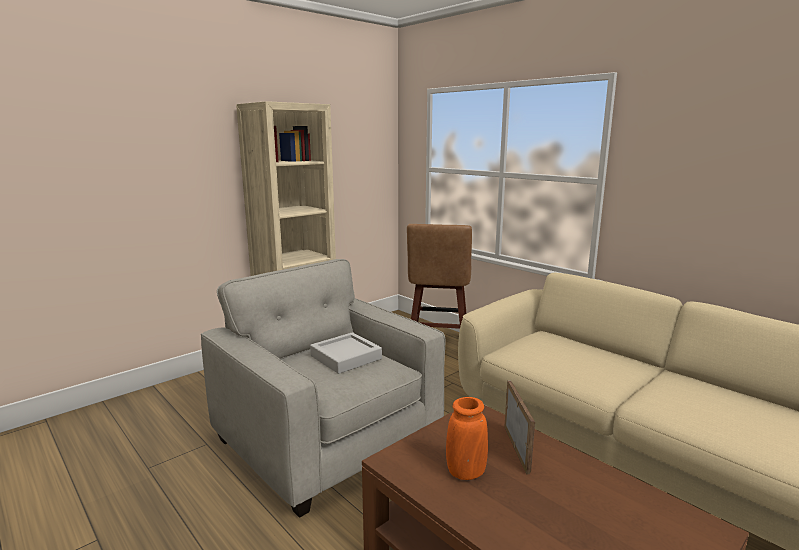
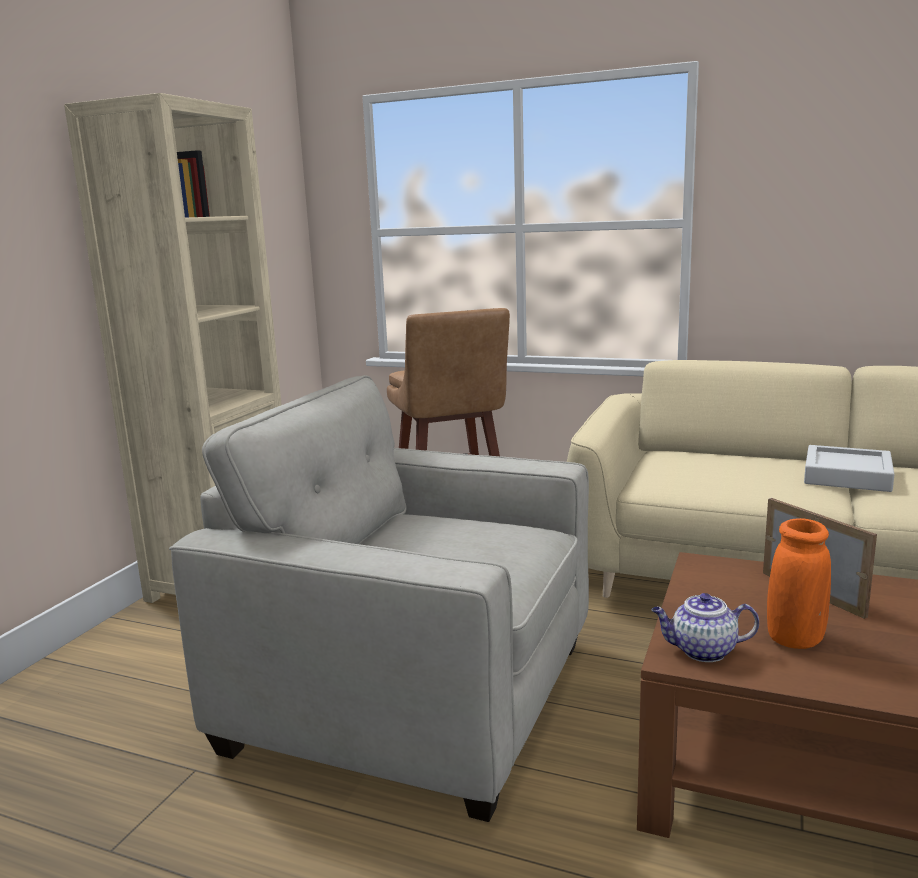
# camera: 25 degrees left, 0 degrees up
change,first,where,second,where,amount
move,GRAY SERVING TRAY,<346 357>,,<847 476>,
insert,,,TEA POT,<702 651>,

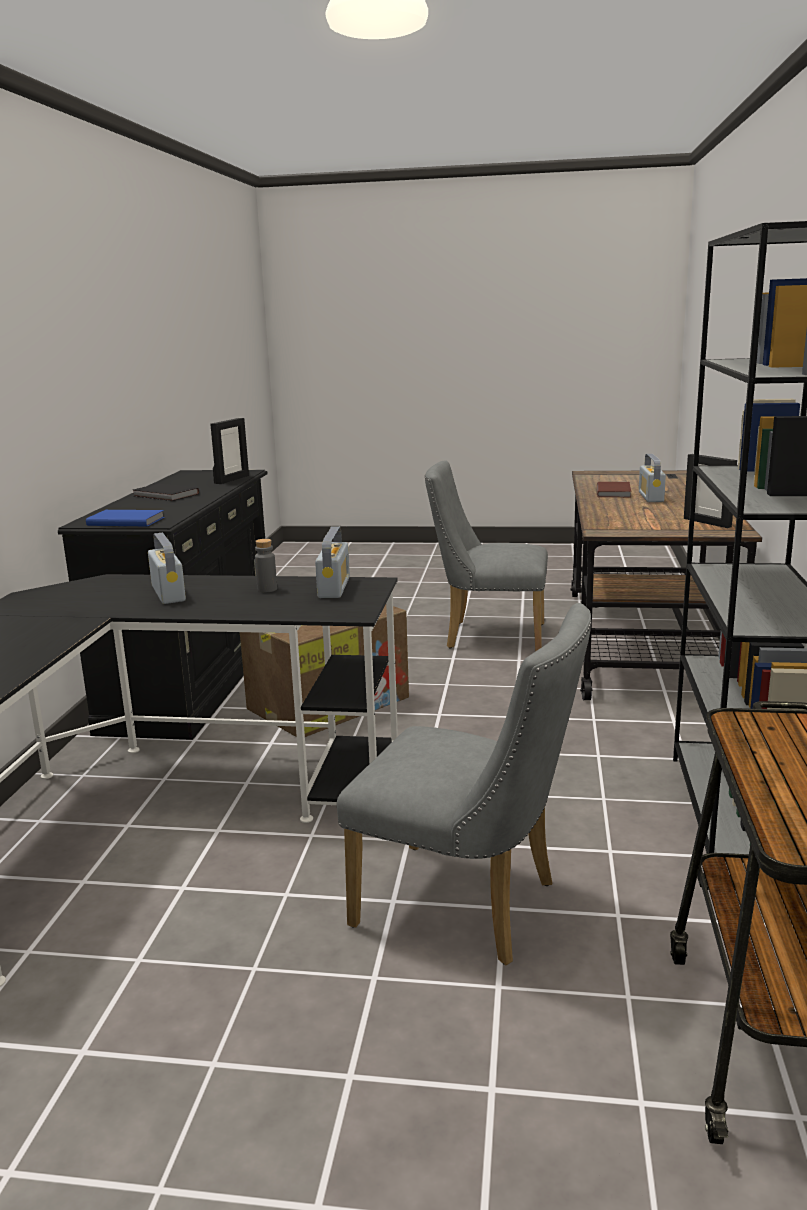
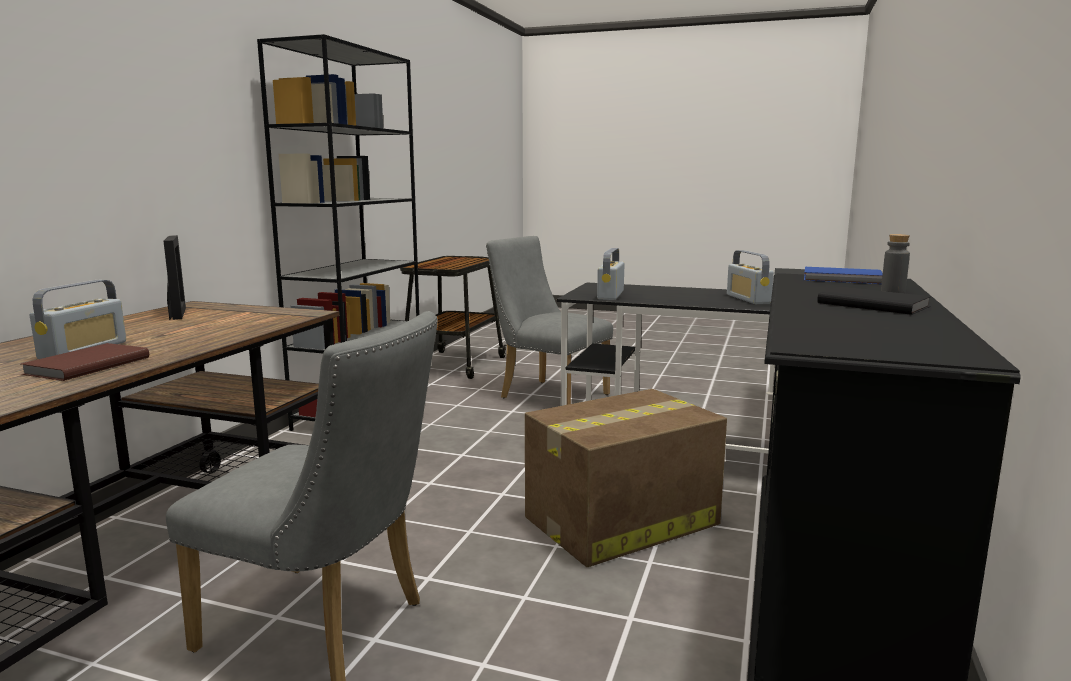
# camera: 170 degrees left, 5 degrees down
change,first,where,second,where,amount
delete,PHOTO FRAME,<232 479>,,,
move,GRAY BEVERAGE BOTTLE,<267 589>,,<892 292>,

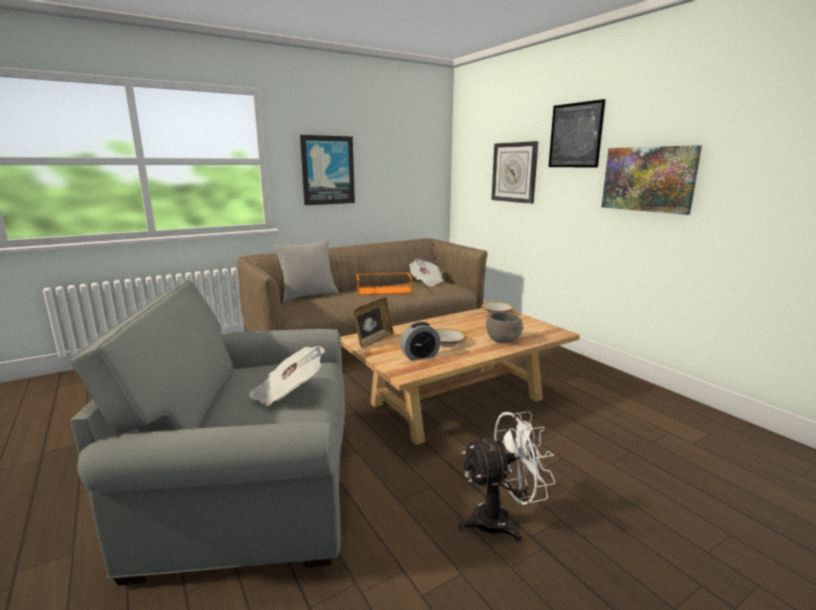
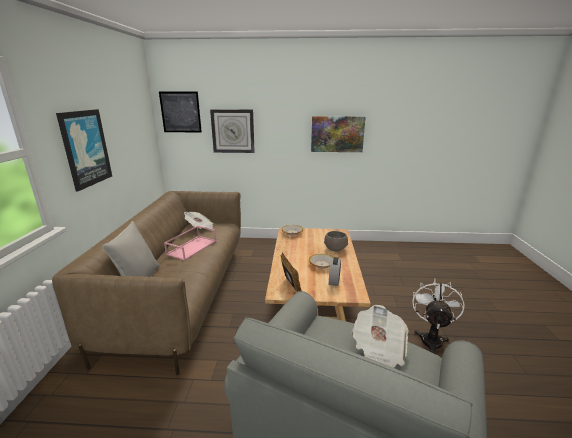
# camera: 55 degrees left, 5 degrees up
change,first,where,second,where,amount
move,PICTURE,<575 135>,,<180 112>,
recolor,ORANGEY SERVING TRAY,<384 290>,PINK SERVING TRAY,<192 247>,

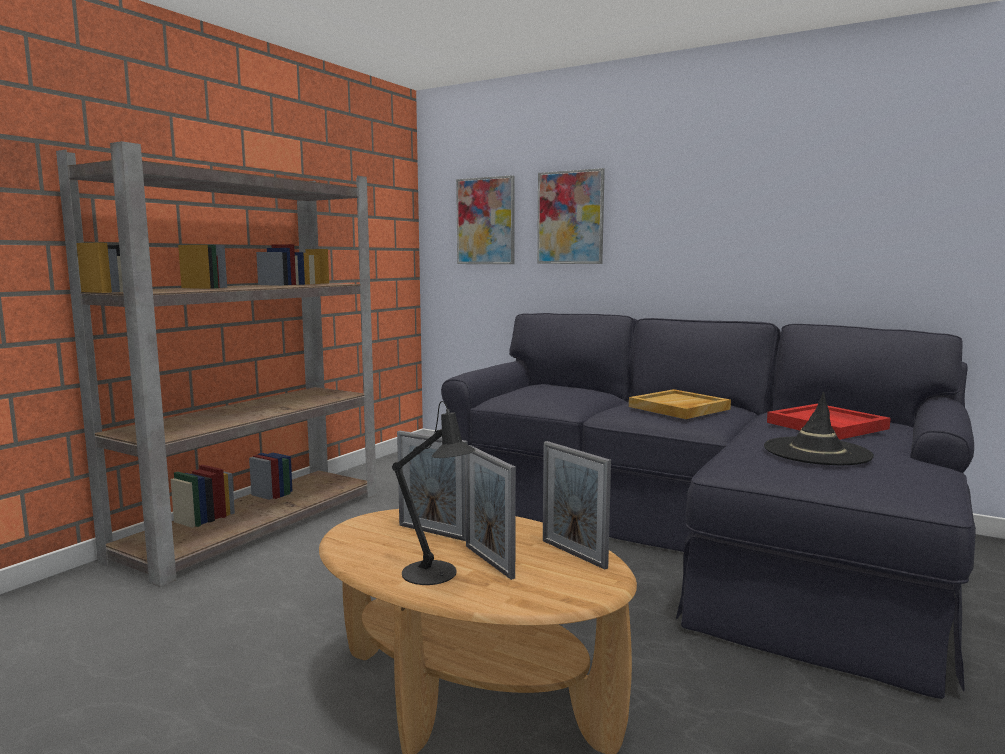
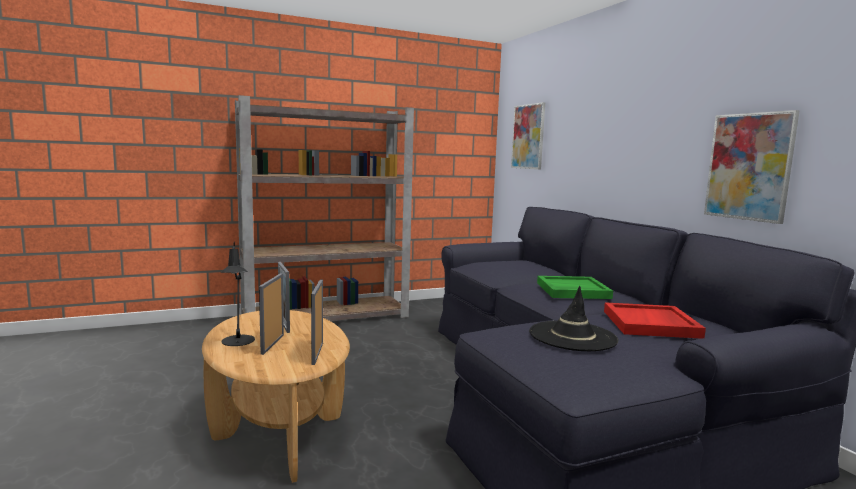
# camera: 35 degrees right, 0 degrees up
change,first,where,second,where,amount
move,PICTURE,<570 217>,,<749 166>,
recolor,SAND-COLOURED SERVING TRAY,<679 408>,GREENISH SERVING TRAY,<572 290>,

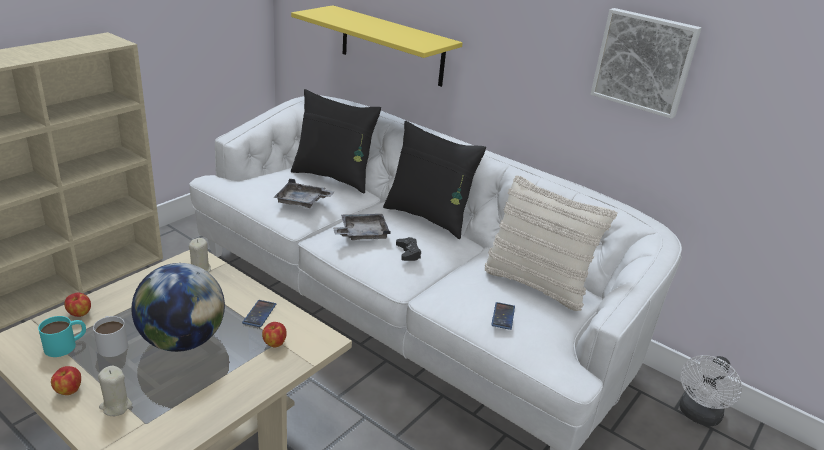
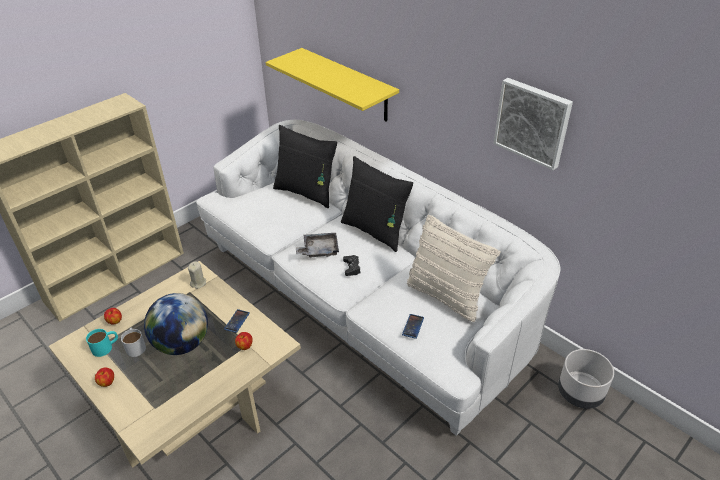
# camera: 10 degrees right, 10 degrees up
change,first,where,second,where,amount
delete,GRAY SERVING TRAY,<302 201>,,,
replace,WHITISH ELECTRIC FAN,<698 415>,GRAY FLOWER POT,<580 393>,
delete,SAND-COLOURED CANDLE,<116 406>,,,

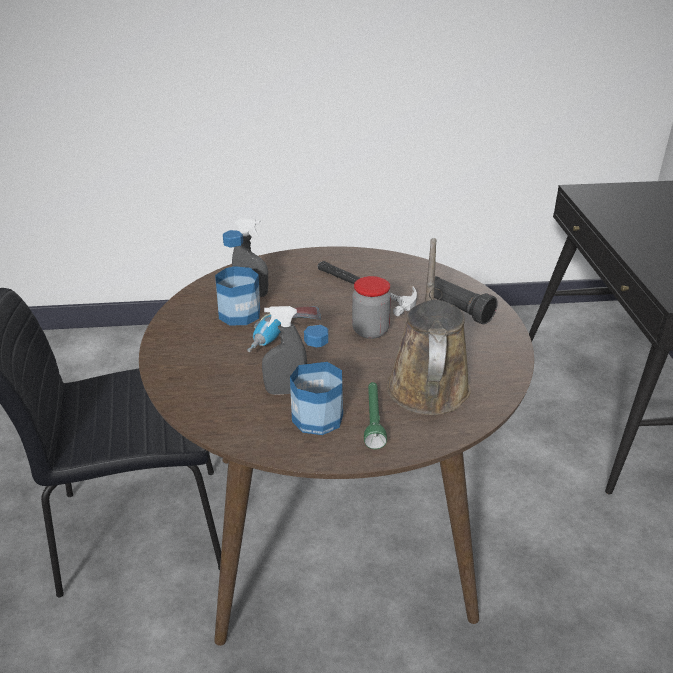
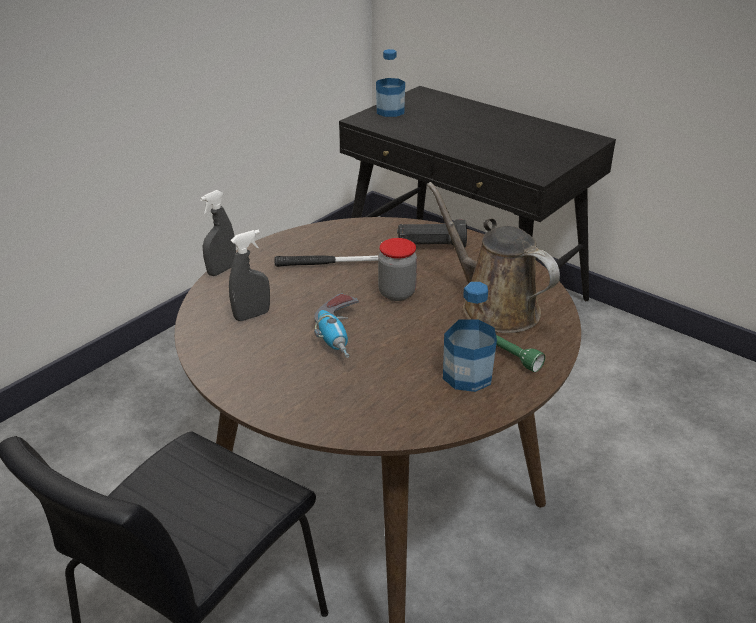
# camera: 45 degrees left, 0 degrees up
change,first,where,second,where,amount
move,BEVERAGE BOTTLE,<239 314>,,<390 111>,
move,GRAY HAND SPRAYER,<286 391>,,<222 270>,

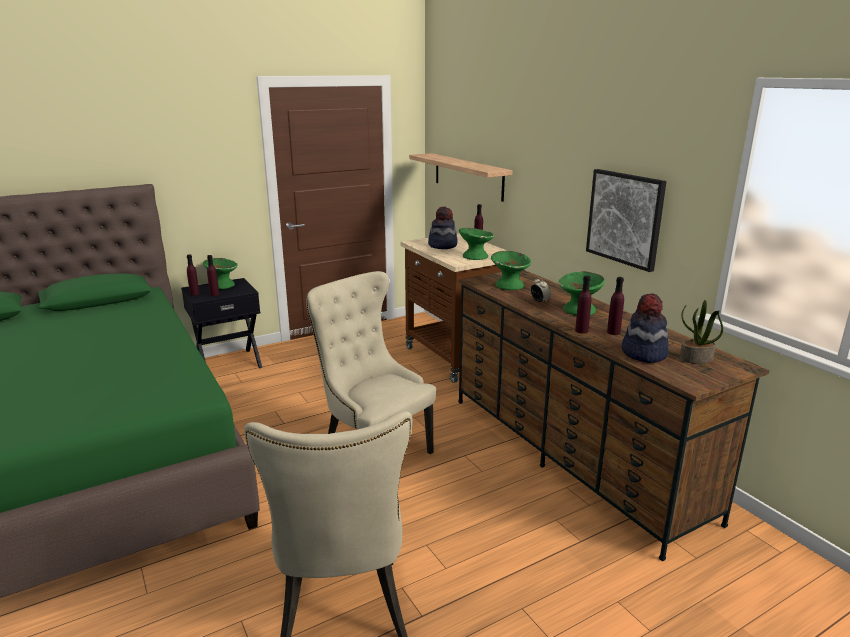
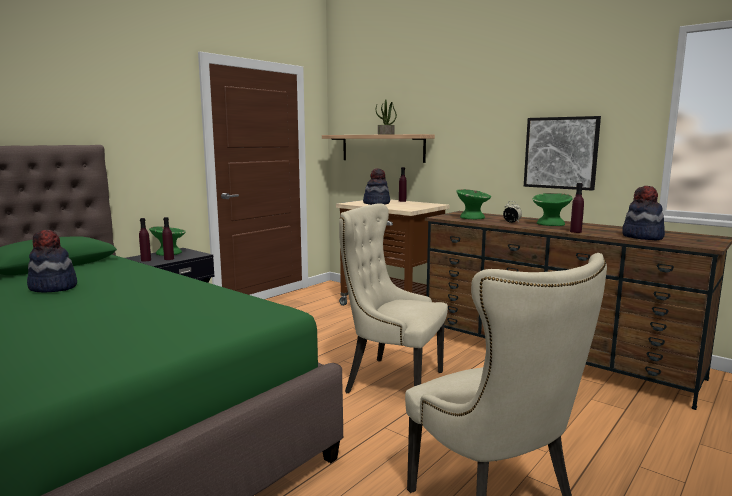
# camera: 20 degrees left, 10 degrees down
change,first,where,second,where,amount
delete,GREENISH BOWL,<475 256>,,,
delete,PURPLE BEVERAGE BOTTLE,<613 332>,,,
move,HOUSEPLANT,<696 359>,,<386 134>,
insert,,,WEARABLE HAT,<53 288>,

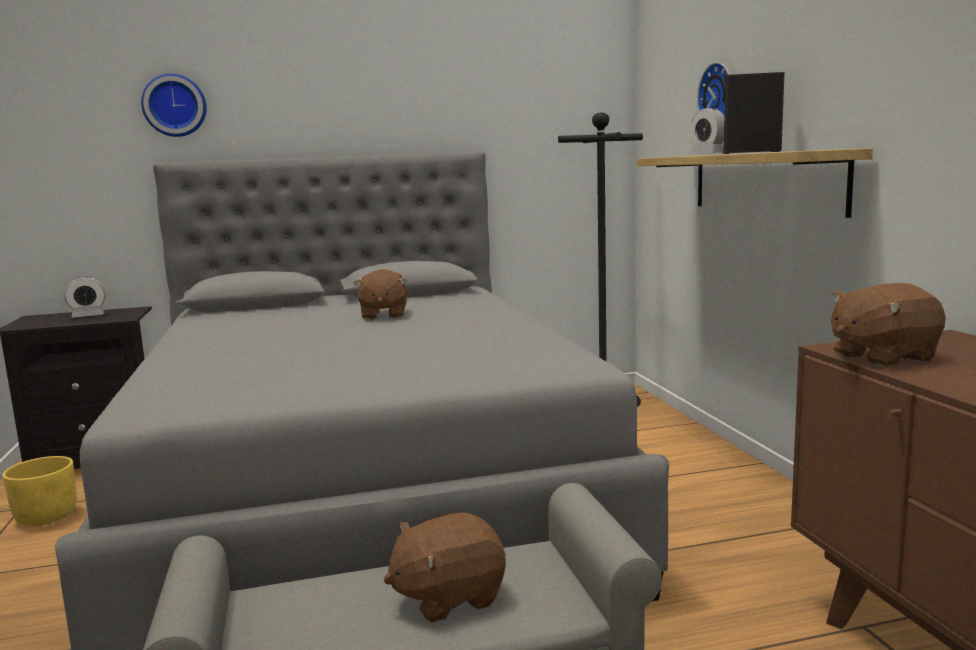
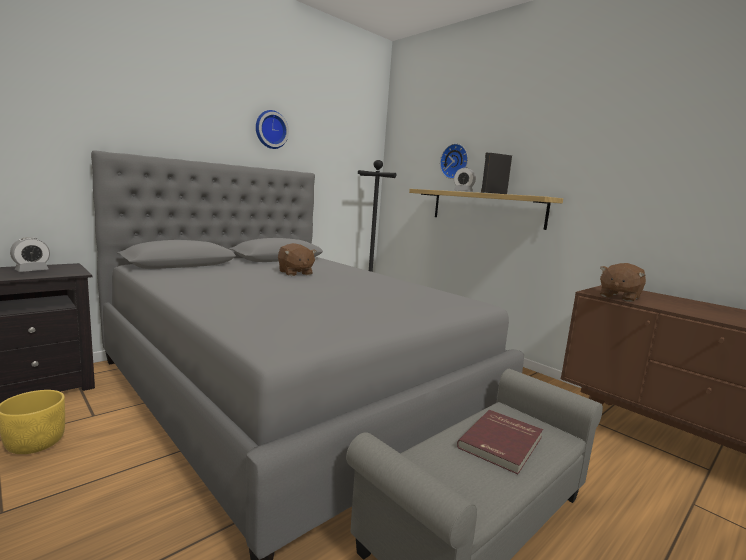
# camera: 30 degrees left, 0 degrees up
change,first,where,second,where,amount
move,HANGING CLOCK,<175 105>,,<270 129>,
replace,BROWN-COLOURED PLUSH TOY,<448 597>,REDDISH VOLUME,<502 443>,

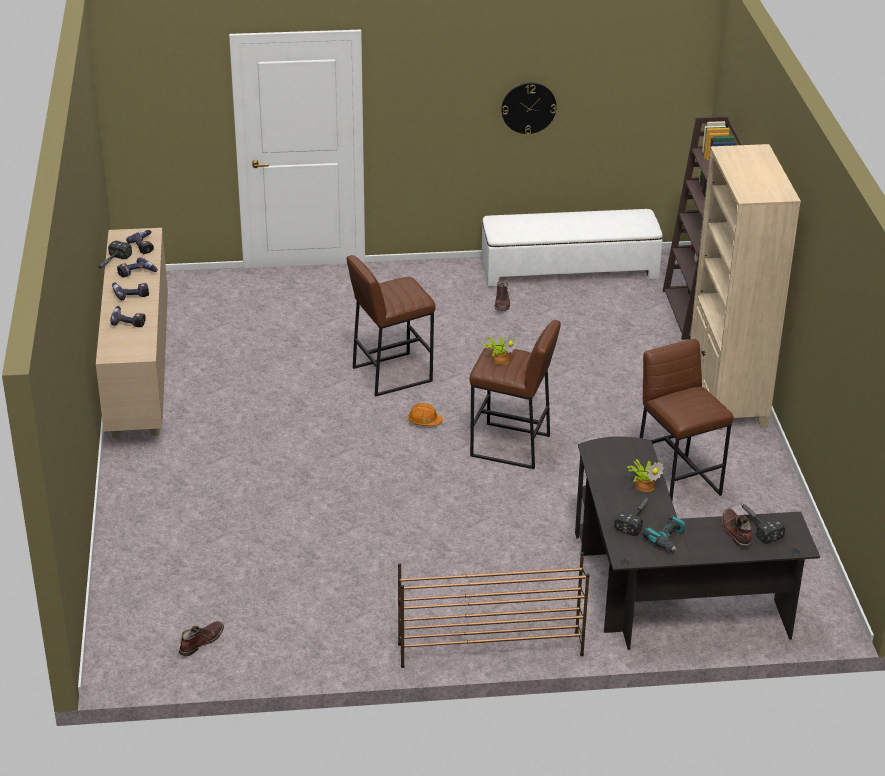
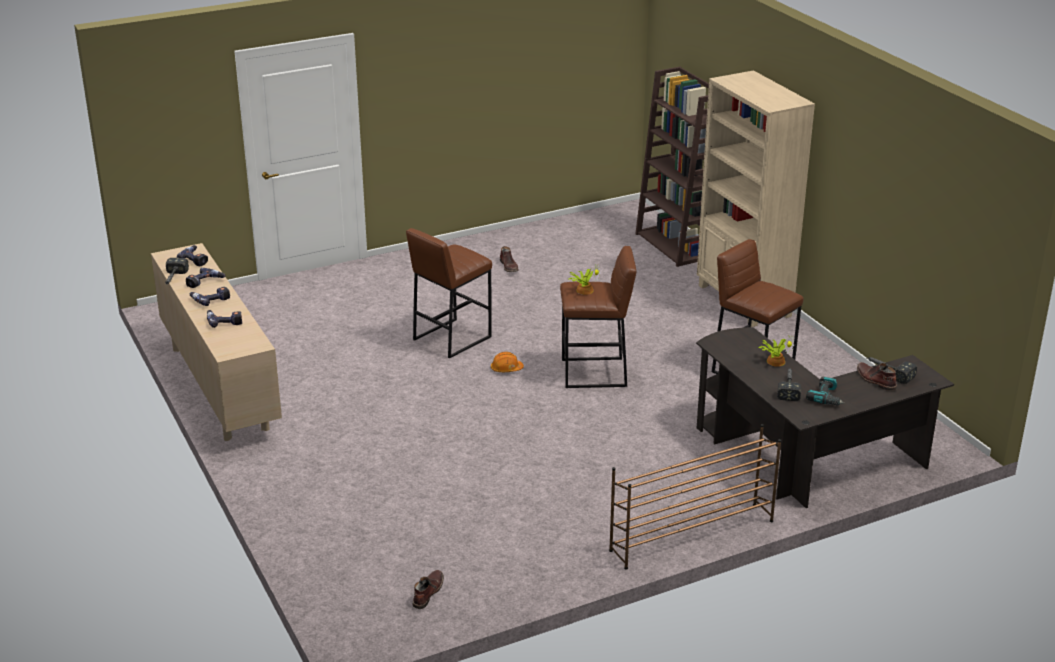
# camera: 20 degrees left, 5 degrees down
change,first,where,second,where,amount
delete,HANGING CLOCK,<528 107>,,,
delete,WHITISH BENCH,<570 269>,,,

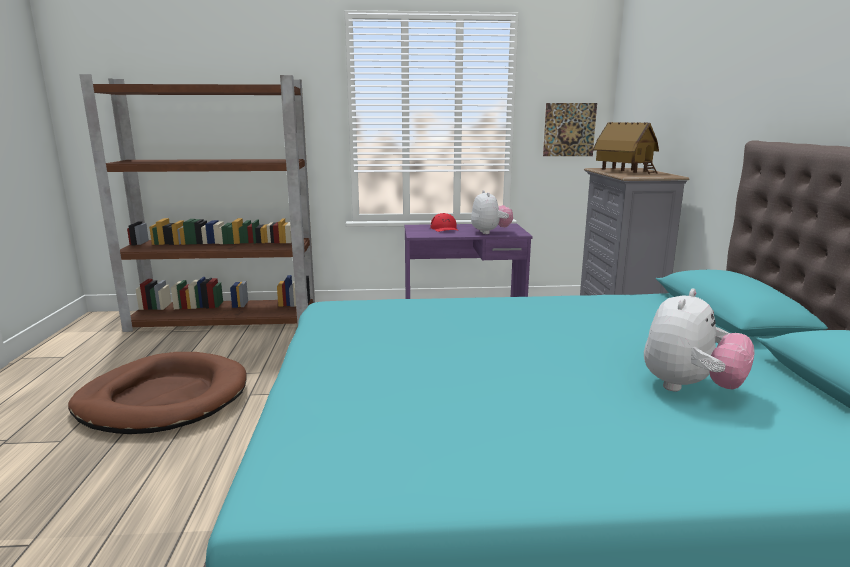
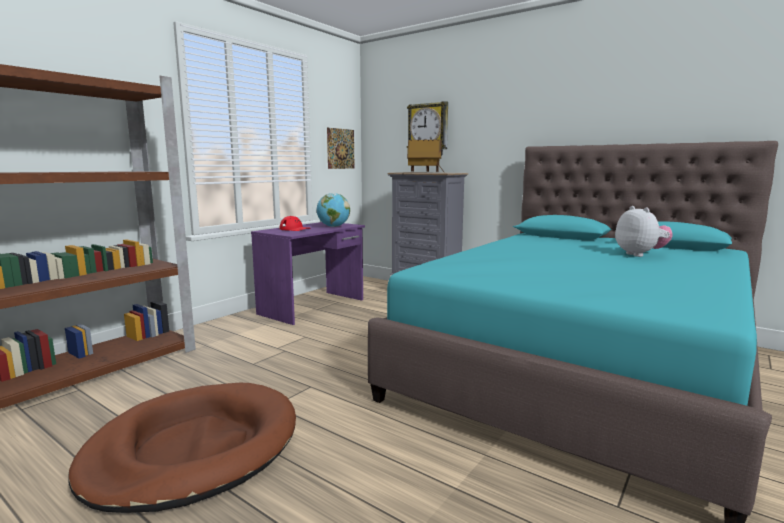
# camera: 50 degrees left, 5 degrees down
change,first,where,second,where,amount
replace,PLUSH TOY,<490 232>,GLOBE,<333 226>,
insert,,,HANGING CLOCK,<428 130>,

